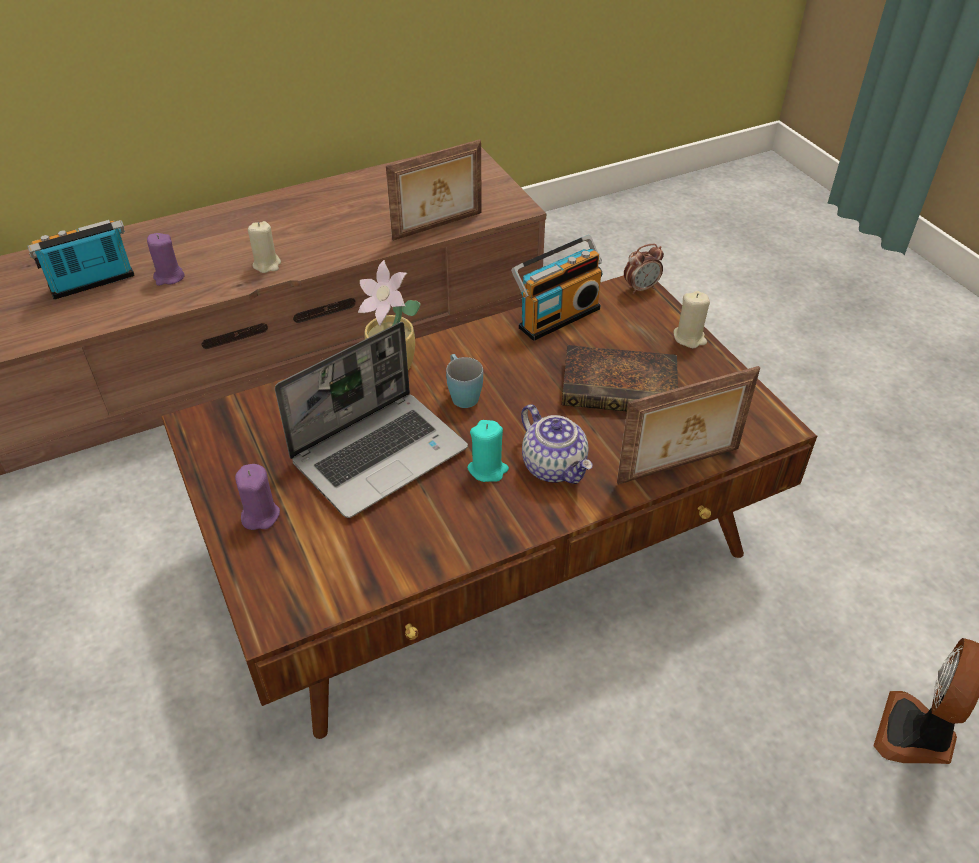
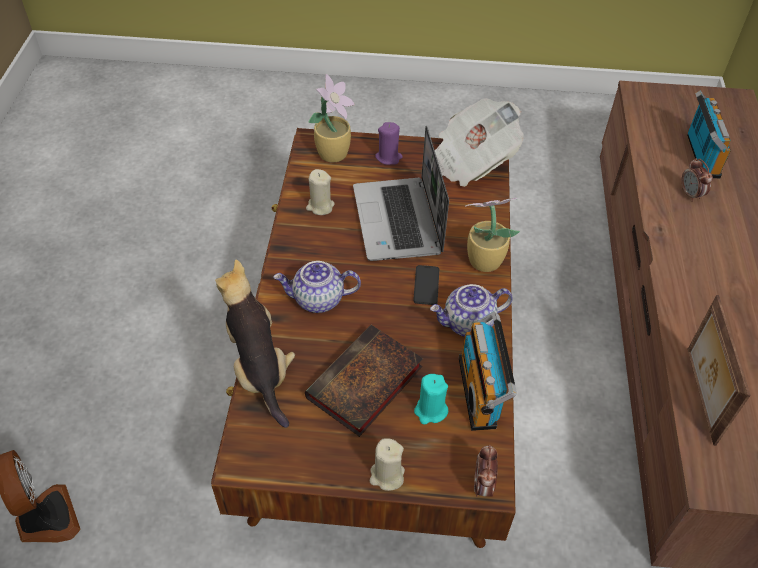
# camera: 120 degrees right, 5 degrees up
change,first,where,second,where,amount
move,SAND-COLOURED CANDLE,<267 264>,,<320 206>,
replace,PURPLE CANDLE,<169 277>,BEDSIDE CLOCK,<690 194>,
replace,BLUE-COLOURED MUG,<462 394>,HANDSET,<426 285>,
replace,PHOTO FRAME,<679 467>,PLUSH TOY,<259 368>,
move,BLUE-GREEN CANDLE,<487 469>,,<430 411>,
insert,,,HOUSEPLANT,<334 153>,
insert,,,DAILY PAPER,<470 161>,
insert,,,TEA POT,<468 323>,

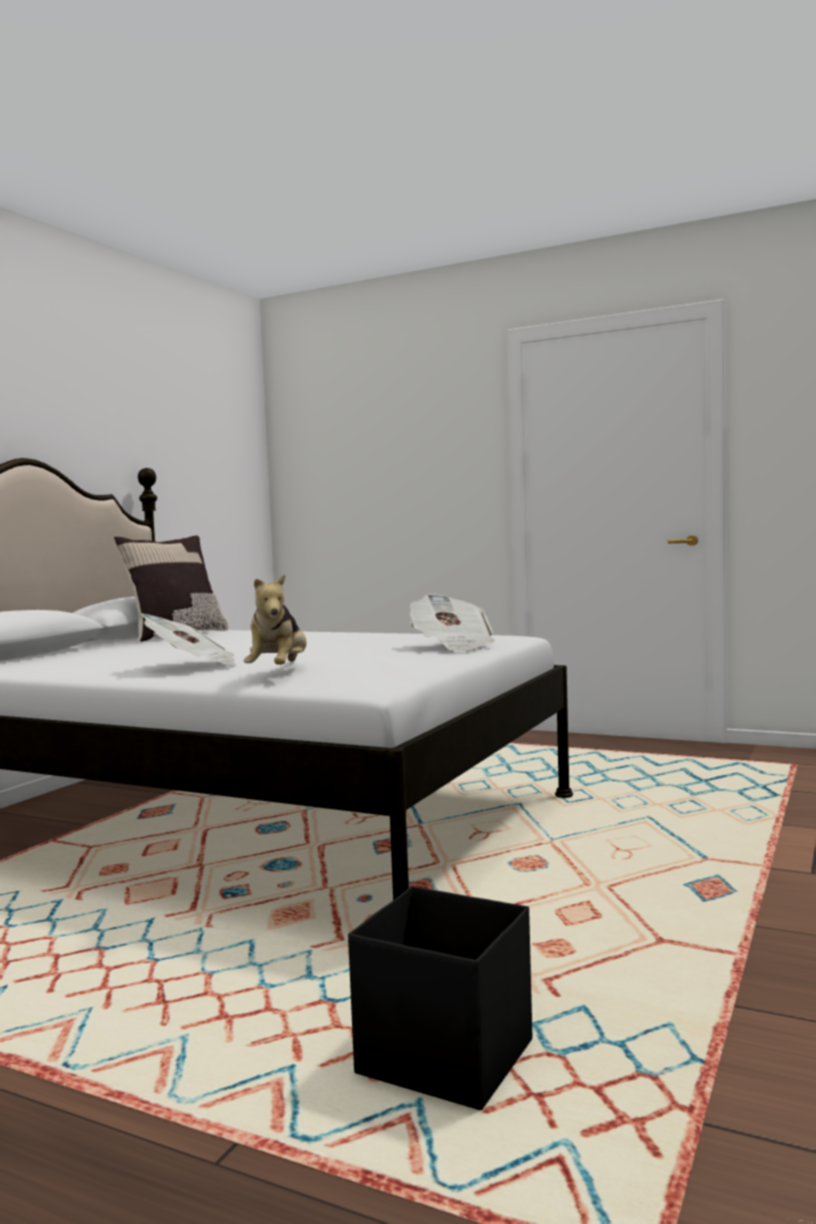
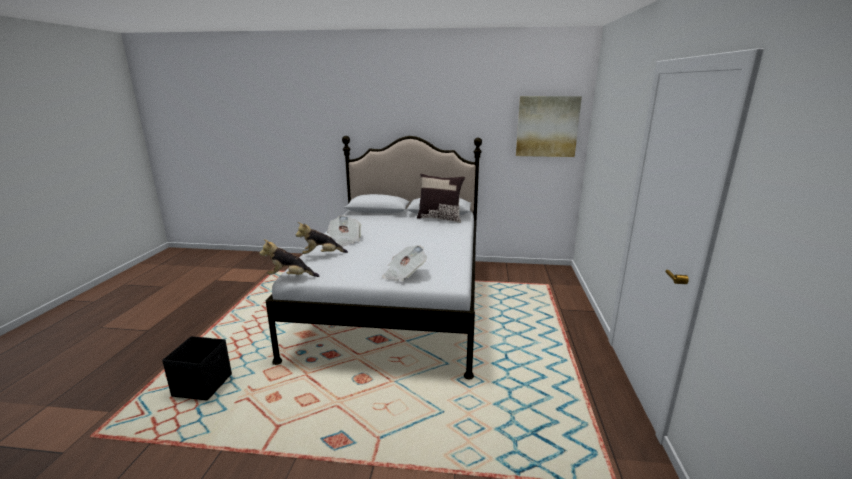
# camera: 70 degrees right, 15 degrees up
change,first,where,second,where,amount
insert,,,PICTURE,<547 126>,
insert,,,PLUSH TOY,<290 277>,

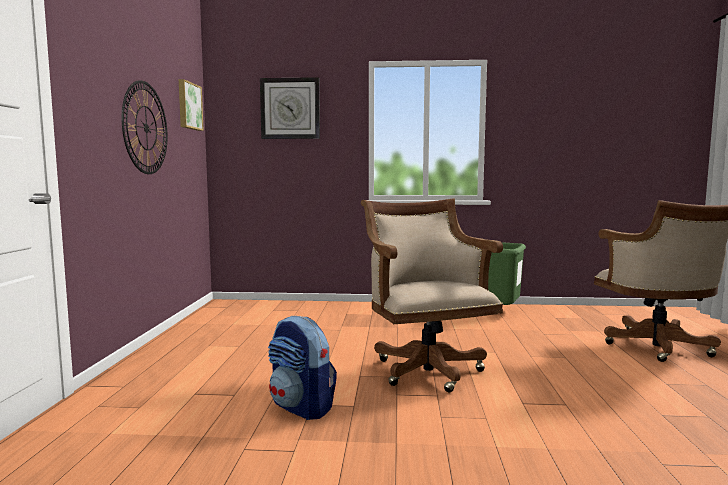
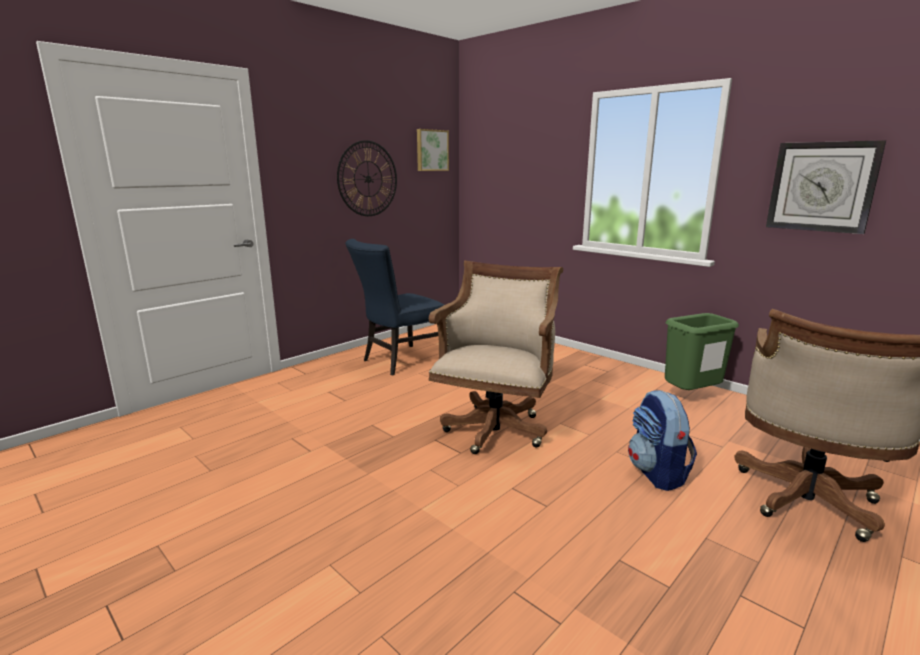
# camera: 40 degrees right, 10 degrees up
change,first,where,second,where,amount
move,HANGING CLOCK,<290 108>,,<822 187>,
move,KNAPSACK,<302 407>,,<657 473>,
insert,,,BLUE-COLOURED PLAIN CHAIR,<399 361>,

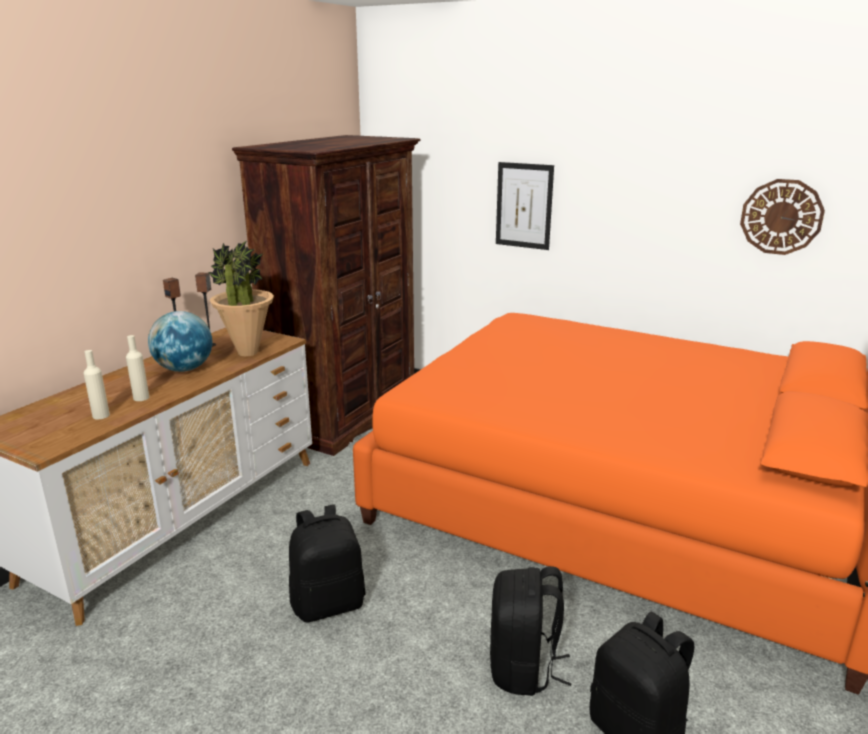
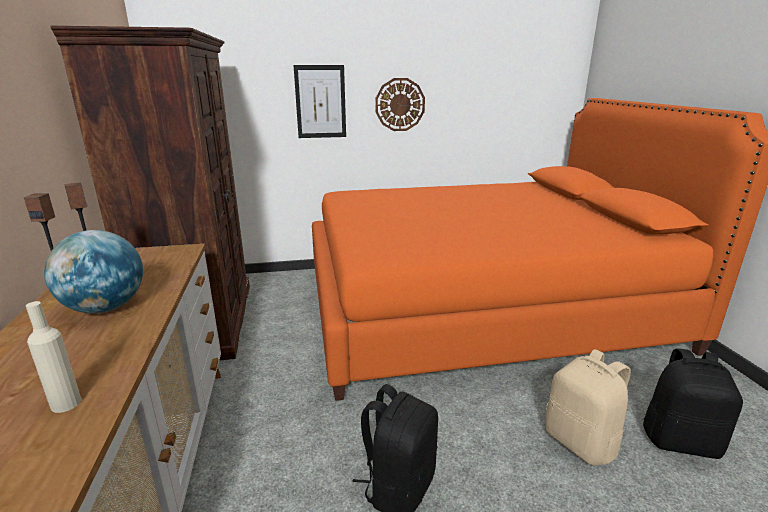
# camera: 40 degrees left, 0 degrees up
change,first,where,second,where,amount
move,HANGING CLOCK,<781 217>,,<400 104>,
delete,HOUSEPLANT,<247 352>,,,
delete,SAND-COLOURED BEVERAGE BOTTLE,<141 398>,,,
recolor,BLACK-COLOURED KNAPSACK,<523 669>,SAND-COLOURED KNAPSACK,<581 442>,

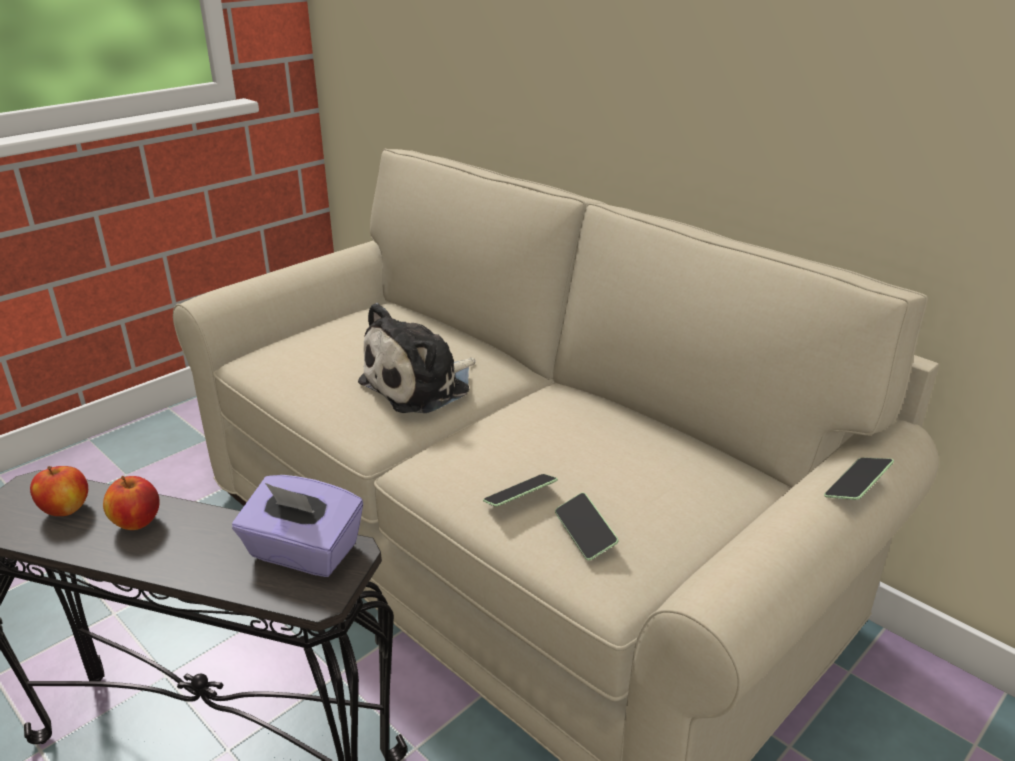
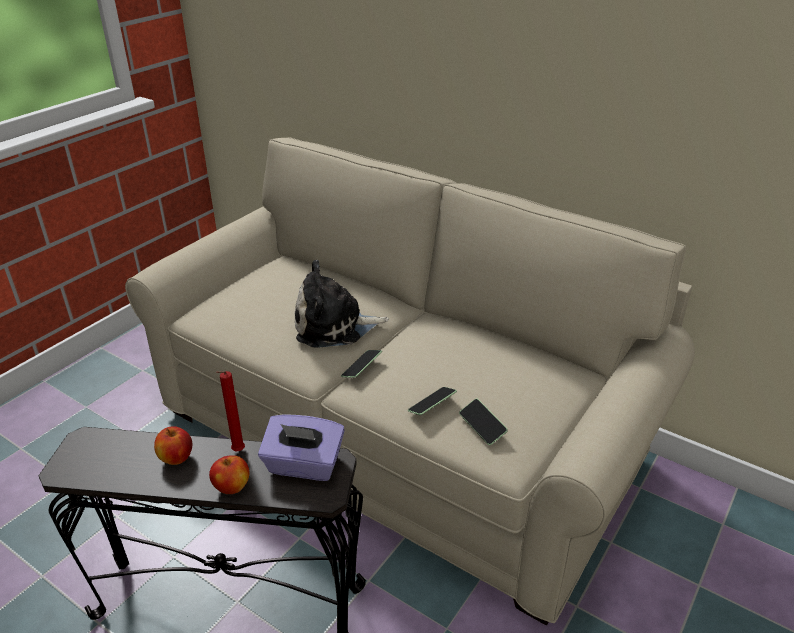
# camera: 10 degrees left, 5 degrees up
change,first,where,second,where,amount
rotate,PLUSH TOY,<421 386>,,<334 326>,45 degrees clockwise
move,HANDSET,<856 487>,,<361 369>,
move,APPLE,<66 509>,,<232 487>,
insert,,,REDDISH CANDLE,<237 452>,

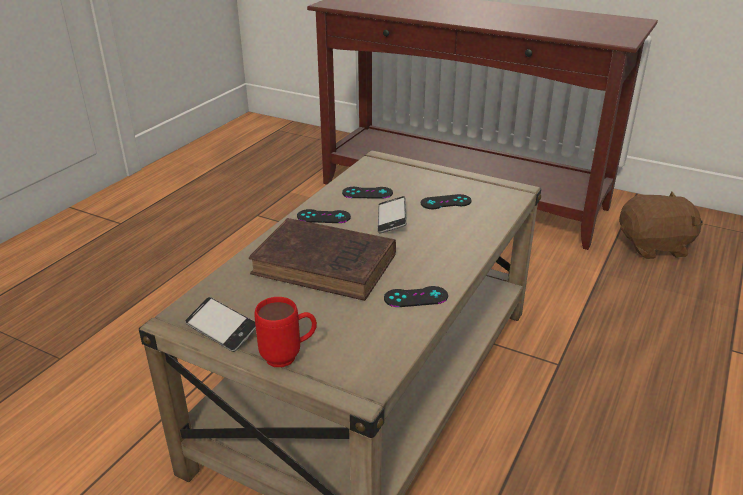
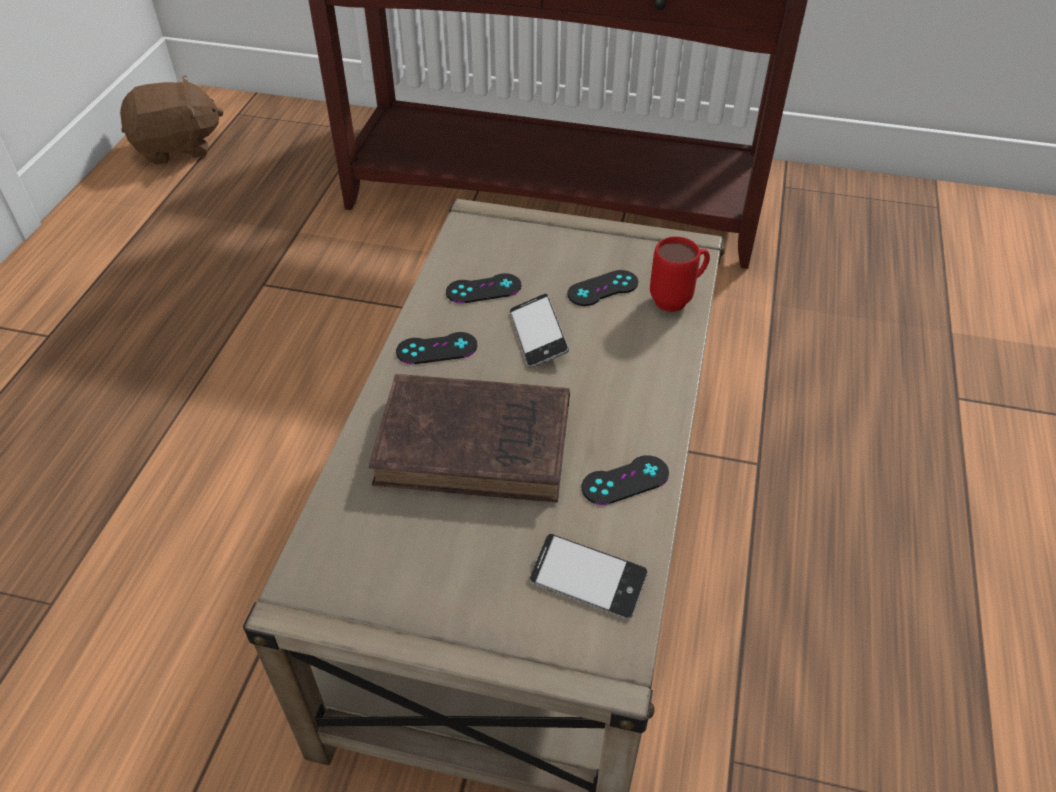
# camera: 15 degrees left, 15 degrees up
change,first,where,second,where,amount
move,BROWN-COLOURED PLUSH TOY,<654 246>,,<178 147>,
move,HANDSET,<221 329>,,<587 581>,
move,REDDISH MUG,<289 357>,,<677 299>,

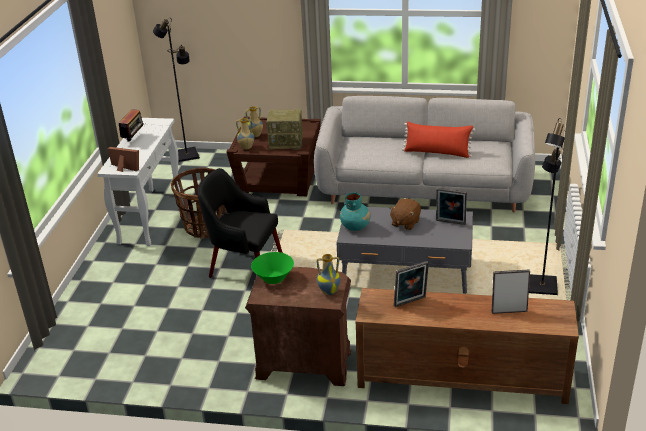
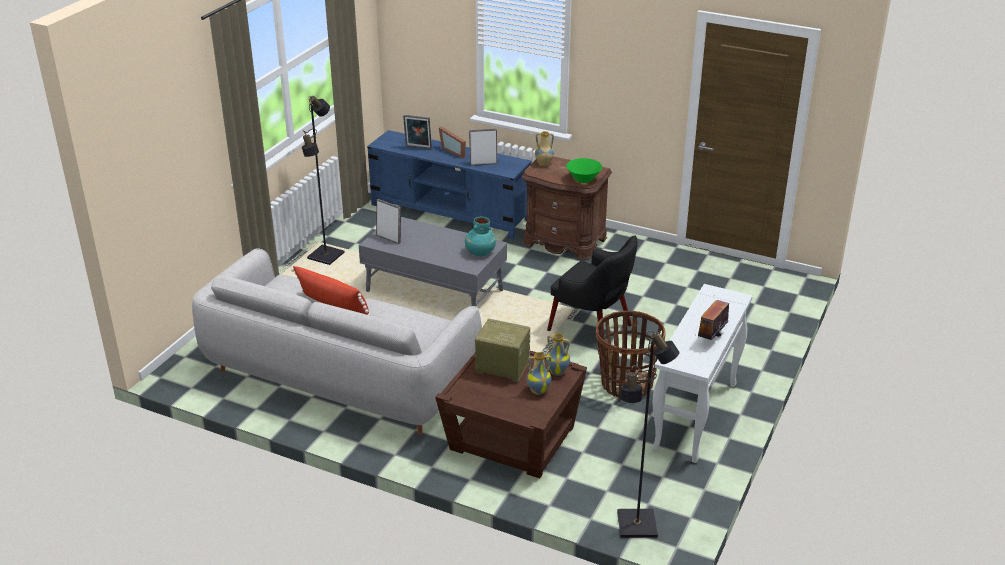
# camera: 165 degrees left, 0 degrees up
change,first,where,second,where,amount
move,PHOTO FRAME,<124 169>,,<454 151>,
delete,BROWN-COLOURED PLUSH TOY,<405 223>,,,
recolor,BROWN-COLOURED TV STAND,<461 377>,BLUE-COLOURED TV STAND,<450 212>,

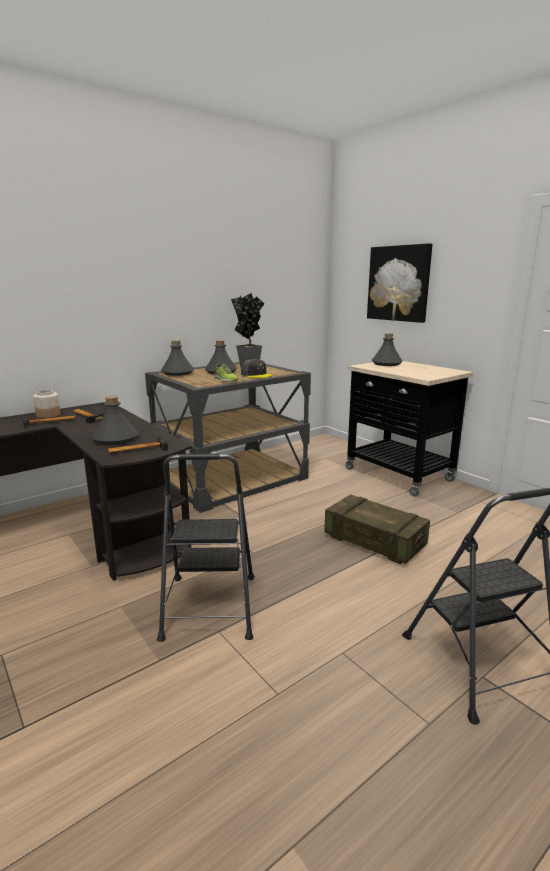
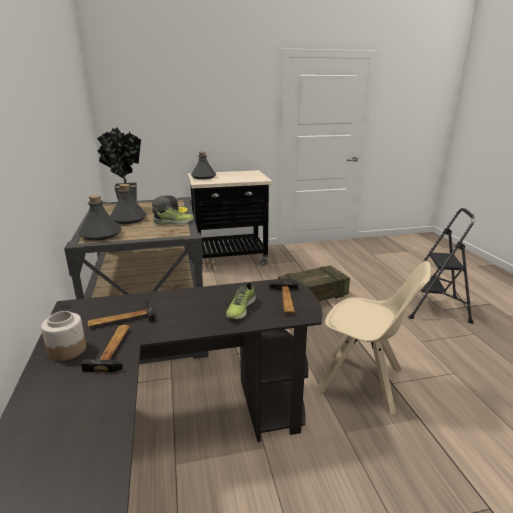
# camera: 65 degrees left, 5 degrees up
change,first,where,second,where,amount
delete,PICTURE,<399 283>,,,
replace,GRAY BEVERAGE BOTTLE,<116 439>,SHOE,<240 308>,
replace,BLACK-COLOURED STEP LADDER,<209 607>,SAND-COLOURED PLAIN CHAIR,<363 381>,

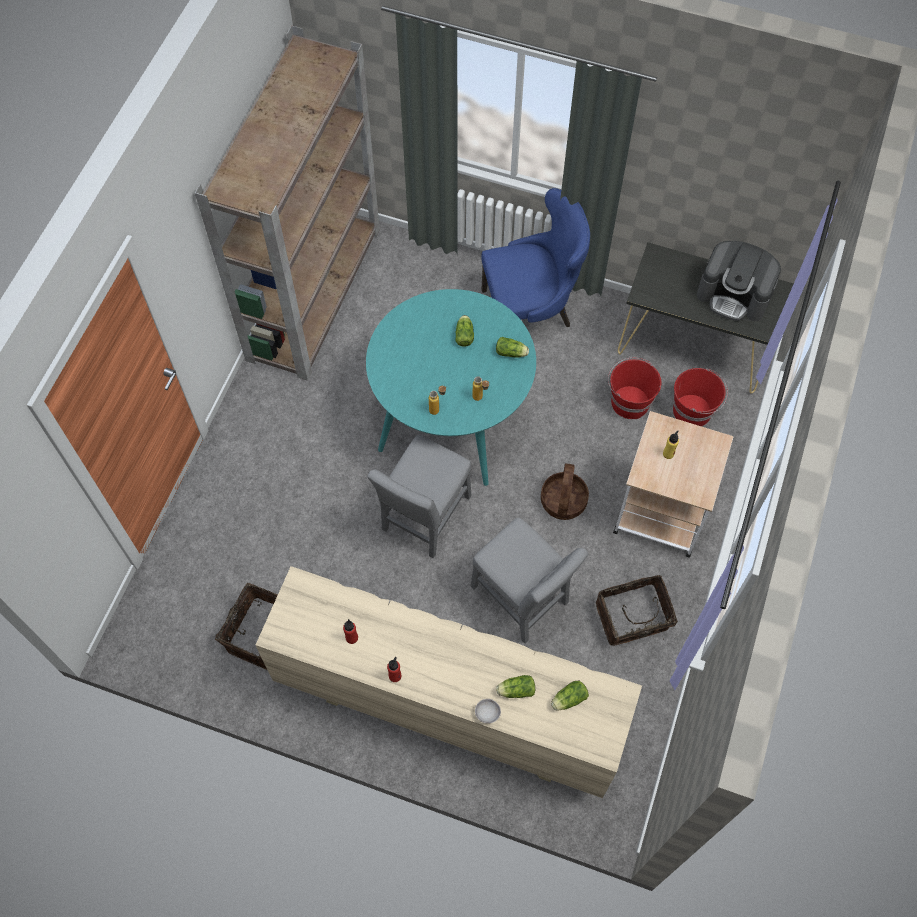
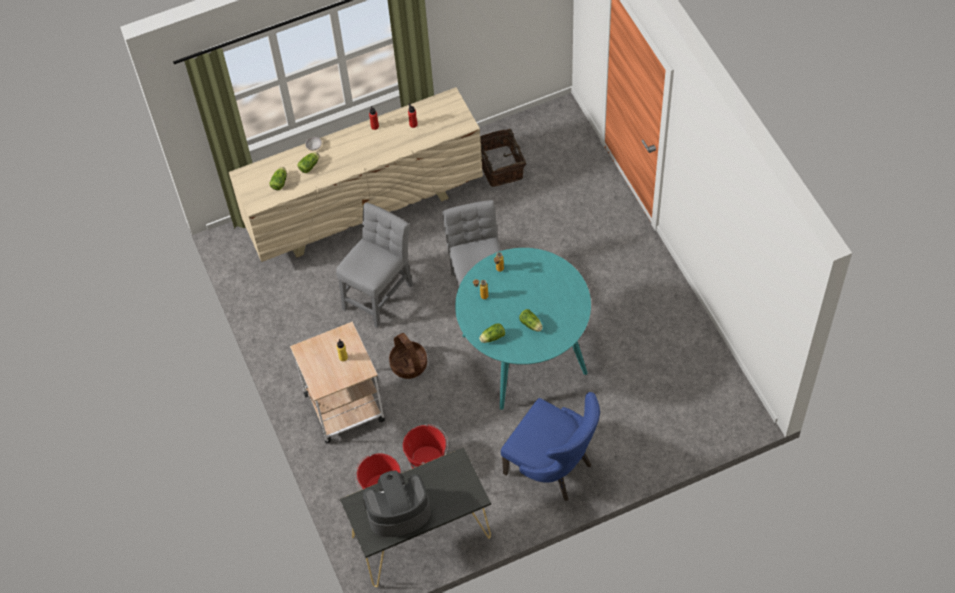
# camera: 140 degrees right, 5 degrees down
change,first,where,second,where,amount
delete,BROWN-COLOURED BOOKSHELF,<314 293>,,,
rotate,BLUE-COLOURED PLAIN CHAIR,<530 311>,,<552 467>,90 degrees counterclockwise
rotate,GRAY PLAIN CHAIR,<522 599>,,<379 293>,120 degrees clockwise
delete,STORAGE BASKET,<632 618>,,,

